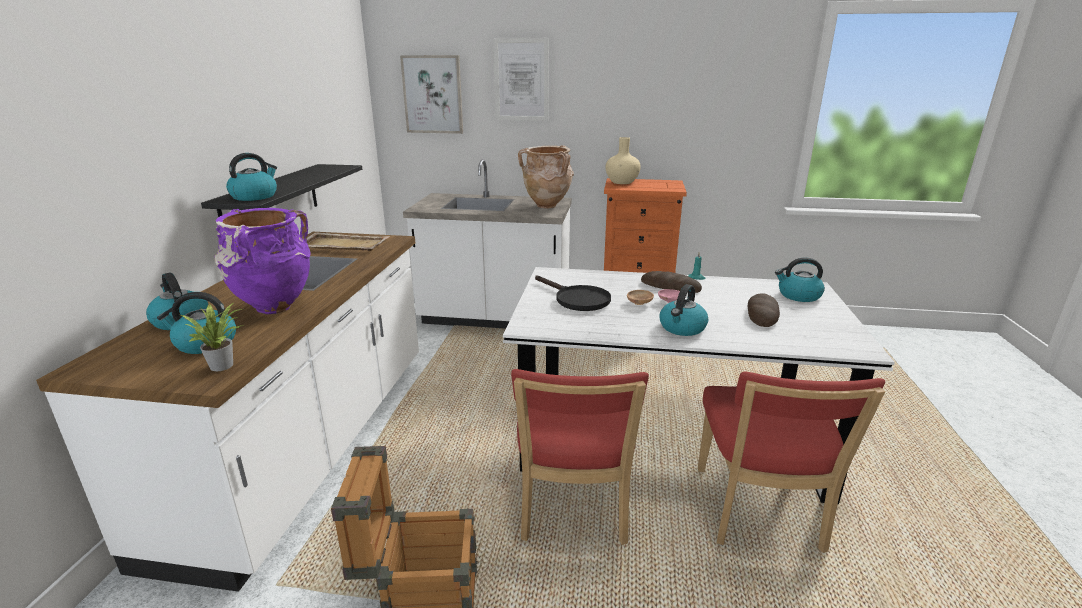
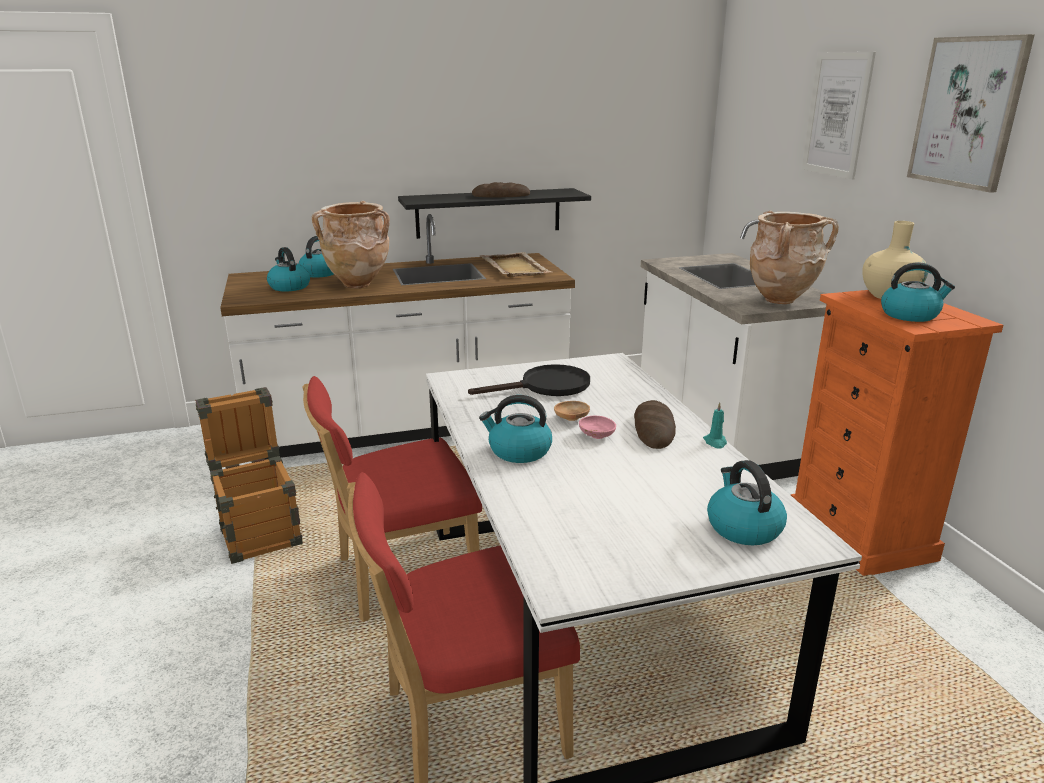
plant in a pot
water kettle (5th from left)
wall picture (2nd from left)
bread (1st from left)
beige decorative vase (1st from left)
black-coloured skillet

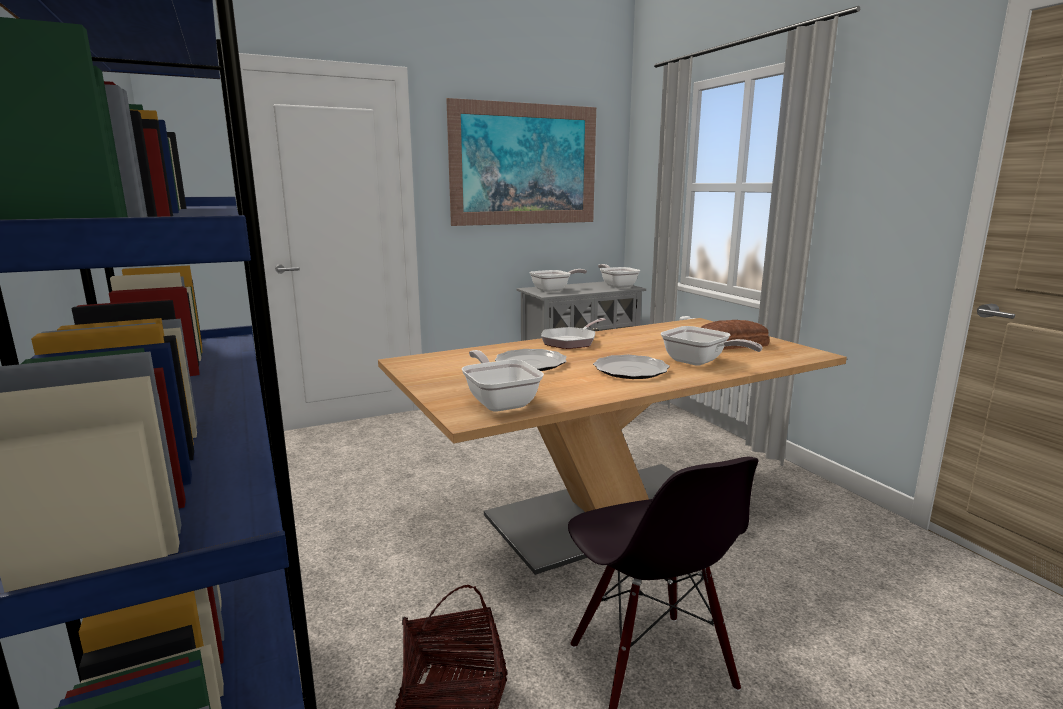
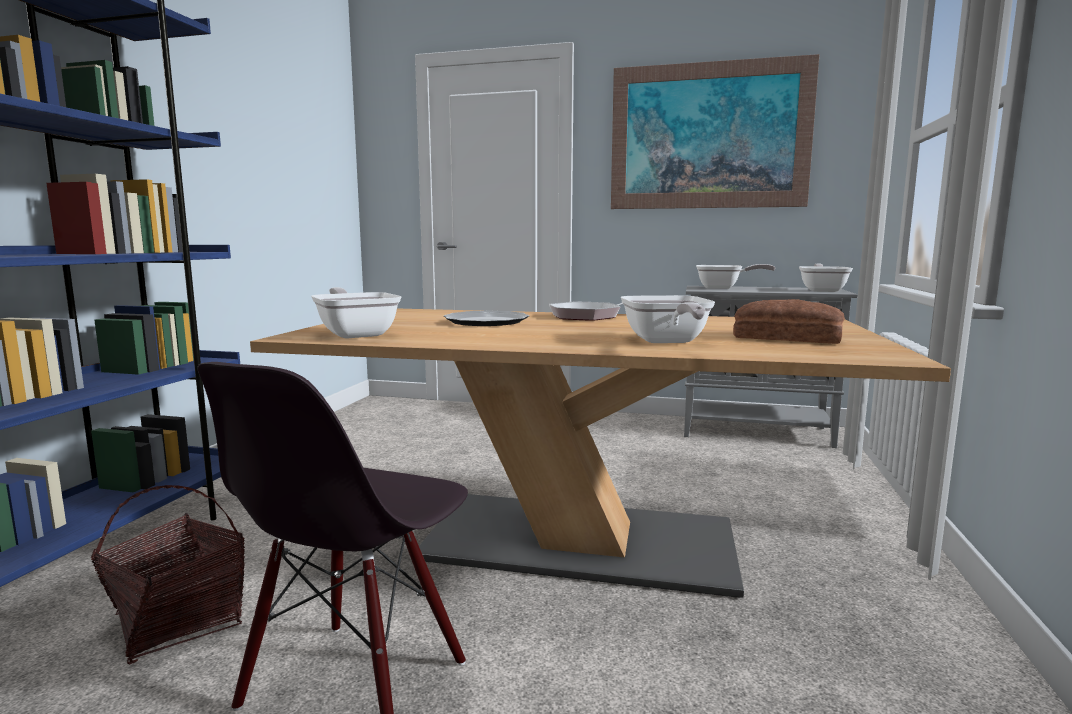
dinner plate (2nd from left in the first image)
skillet (1st from left)

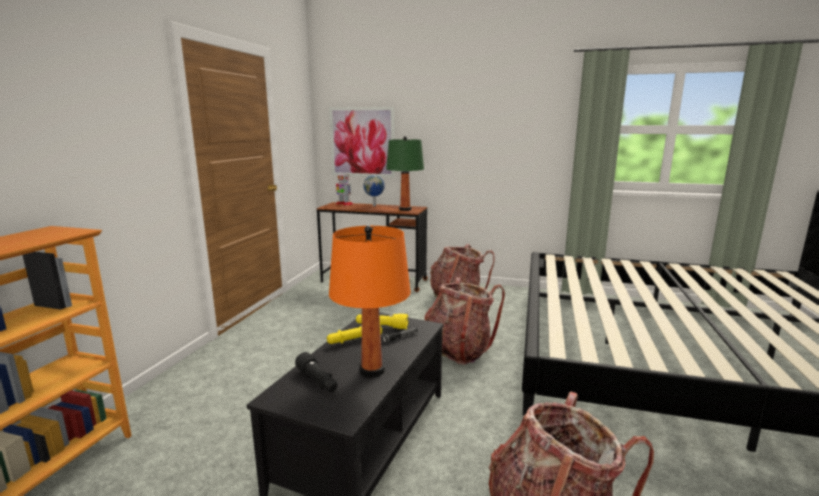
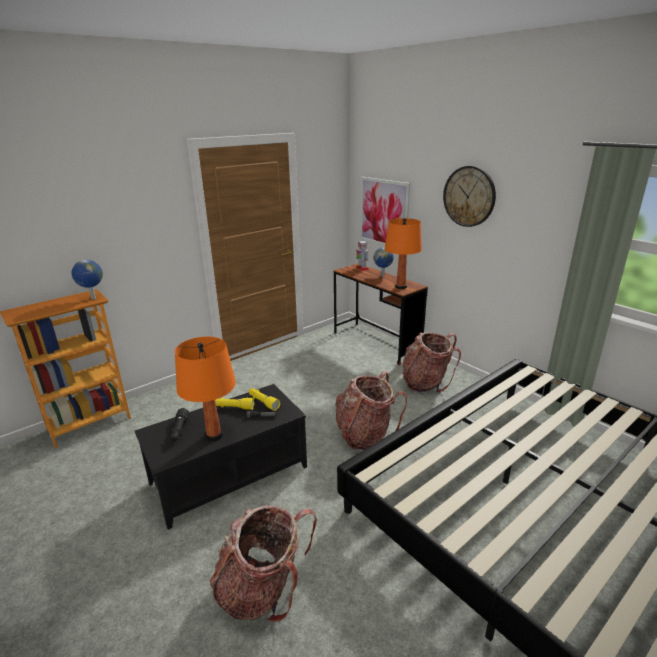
globe (1st from left)
hanging clock
orangey lamp for a table (2nd from left)

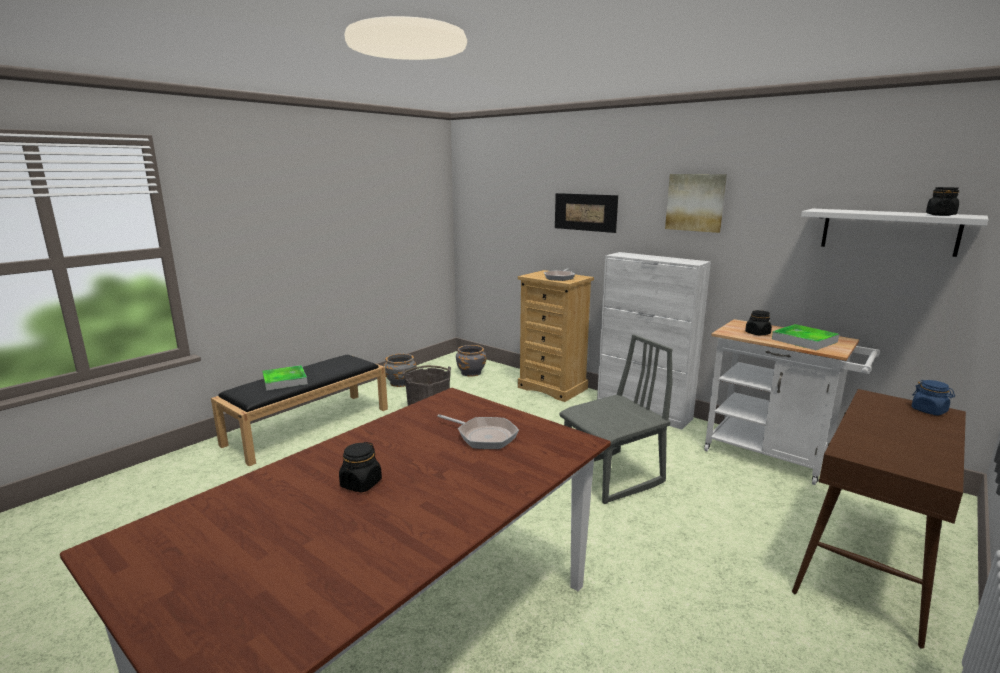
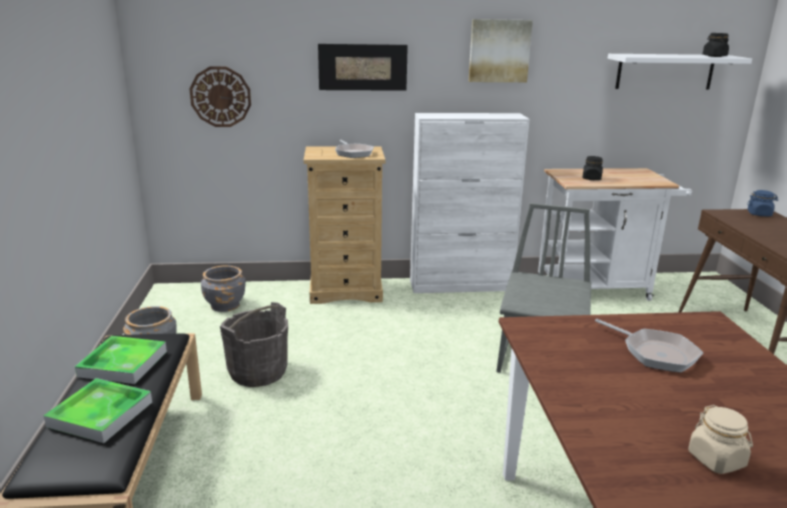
hanging clock
serving tray (2nd from left)
beige storage jar
skillet (2nd from left)

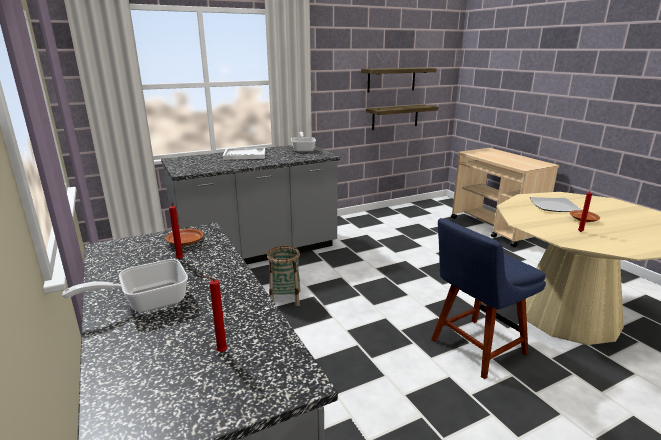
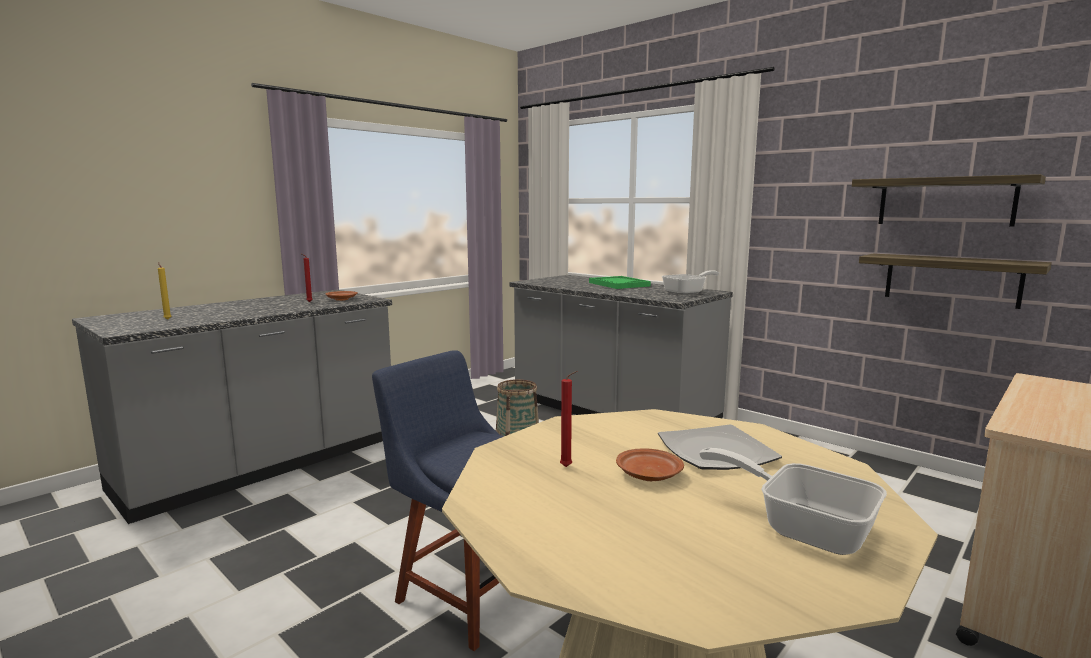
skillet (2nd from left)
yellow wax light
green serving tray

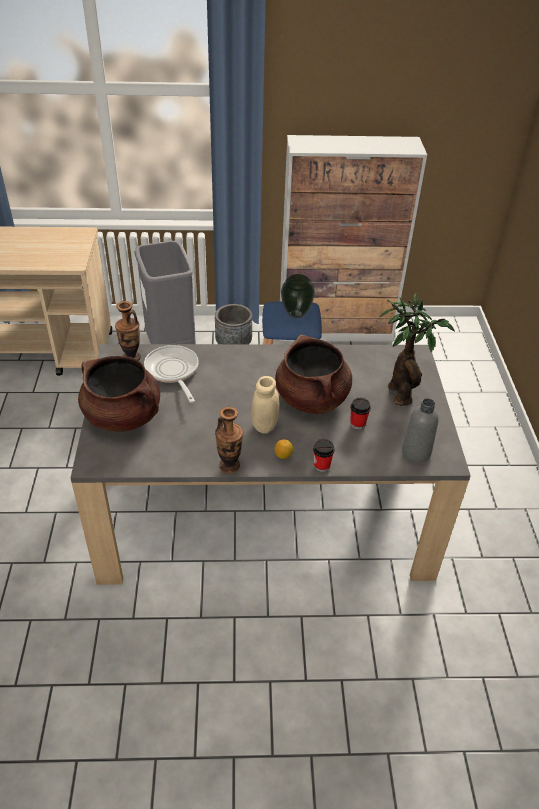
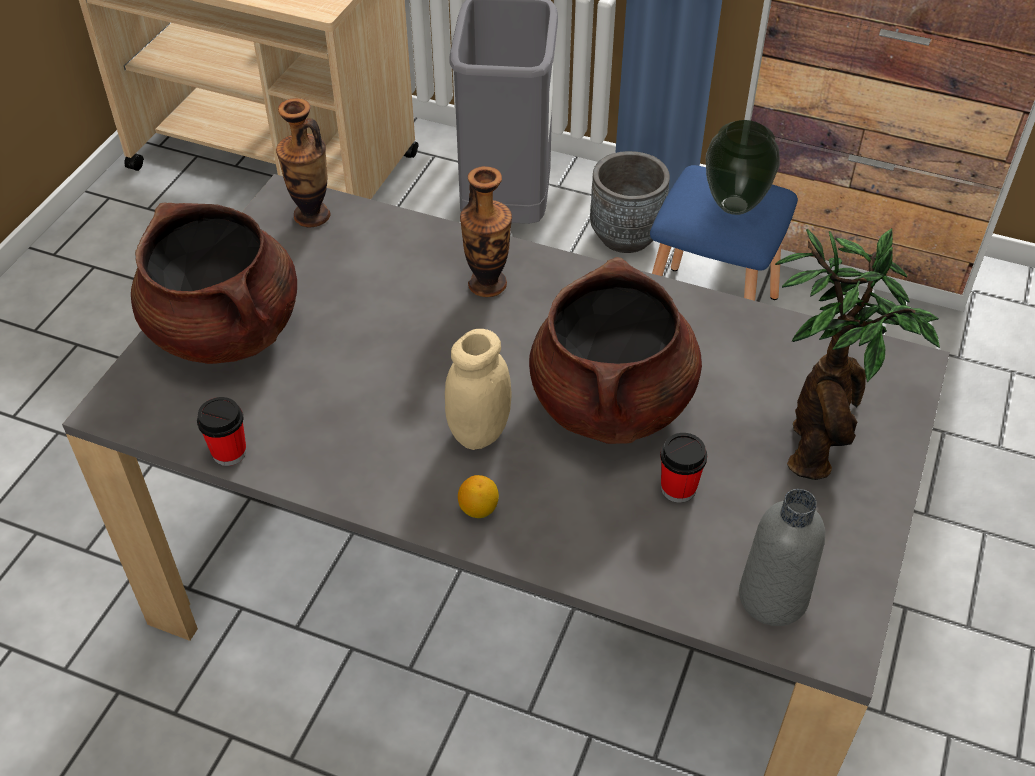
skillet
decorative vase (2nd from left)
small cup (1st from left)

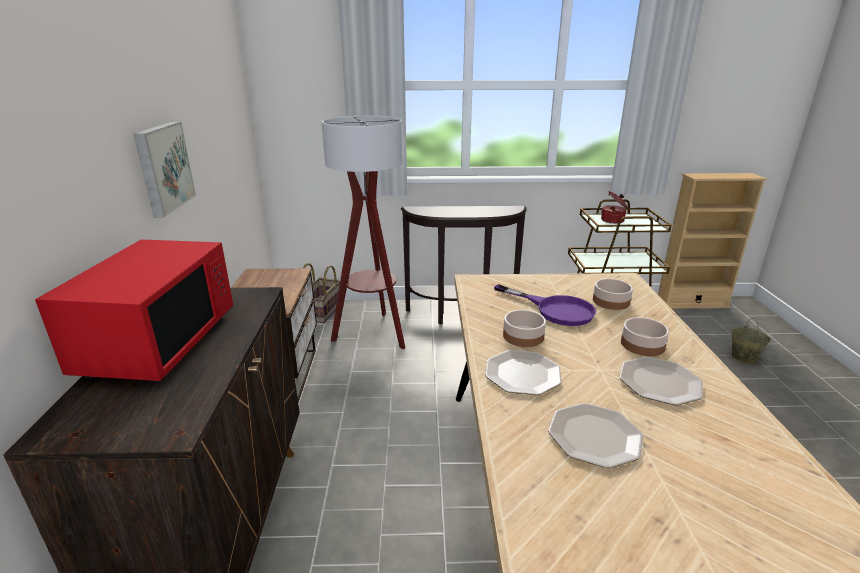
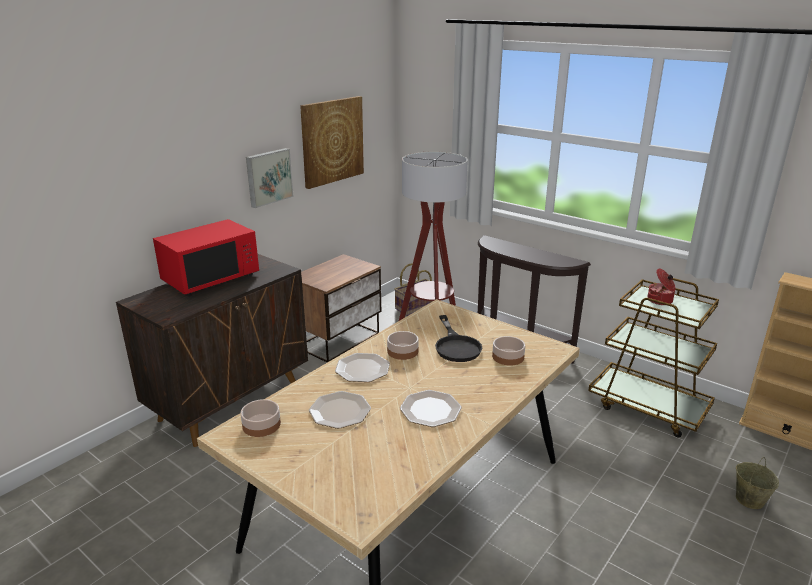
wall picture (2nd from left)
bowl (1st from left)
black-coloured skillet

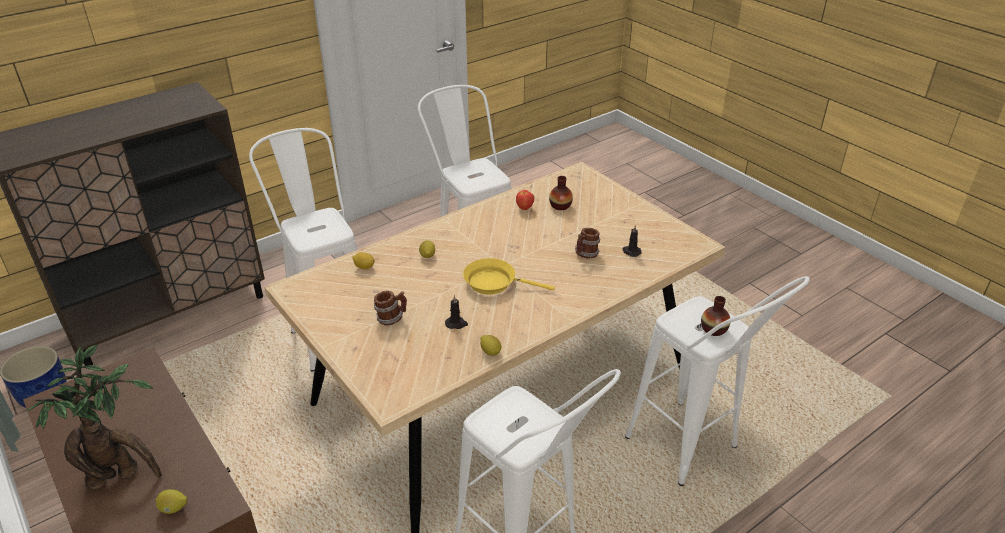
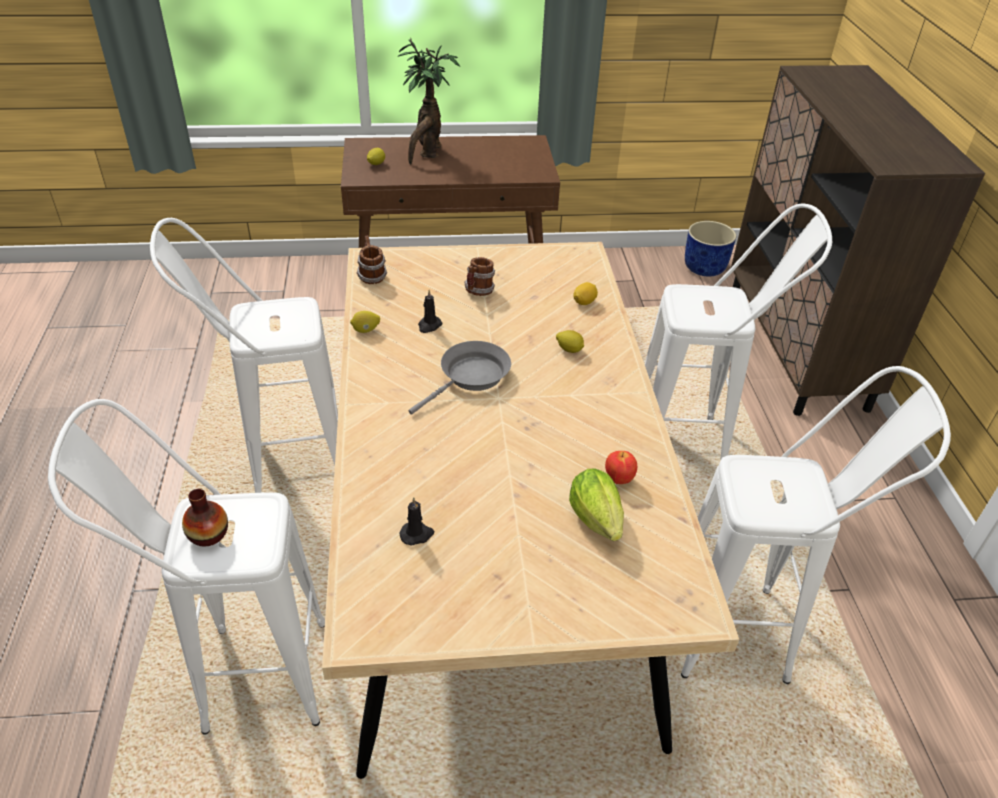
mug (1st from left)
head of lettuce
grey skillet

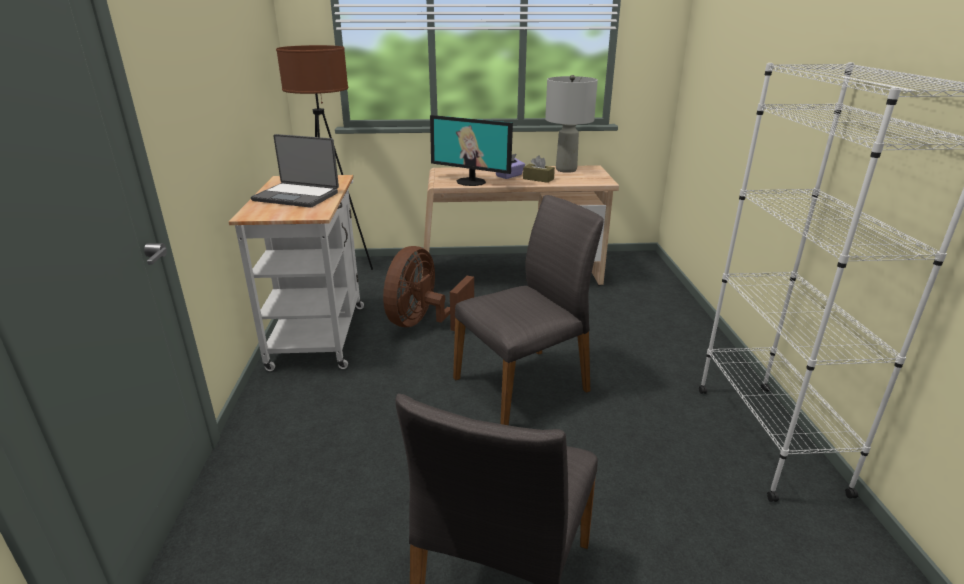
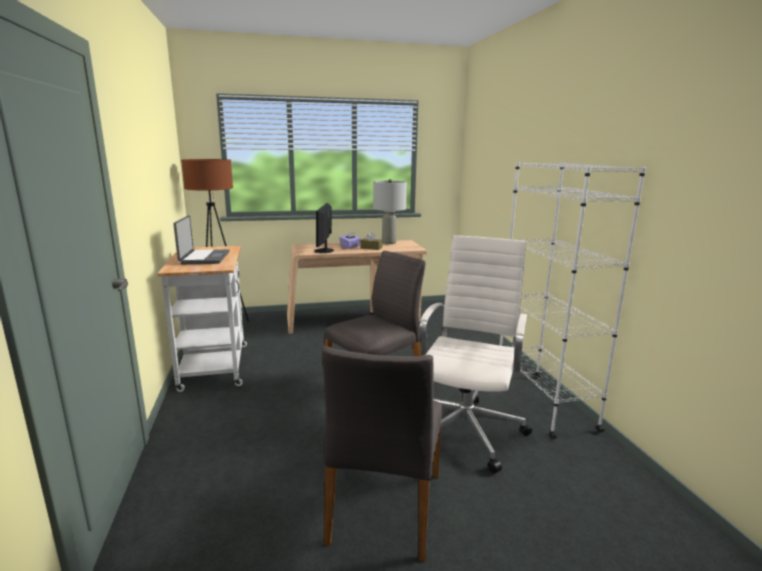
brownish electric fan
whitish desk chair
notebook computer
computer display

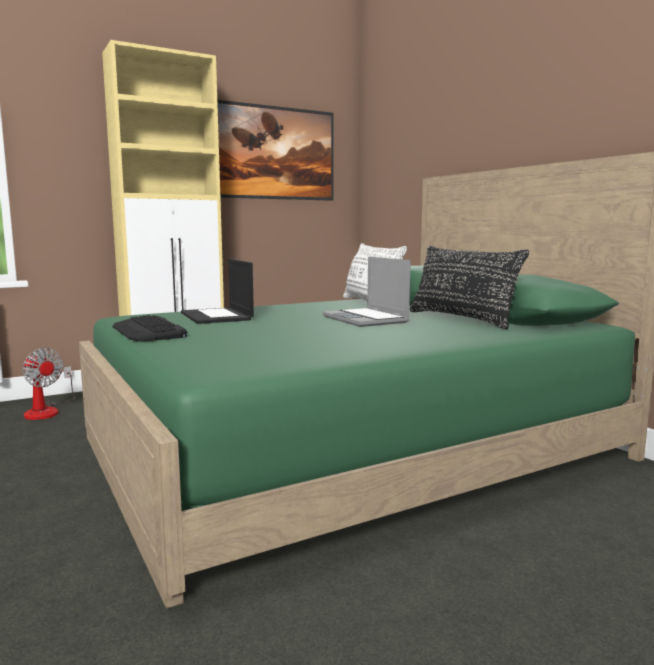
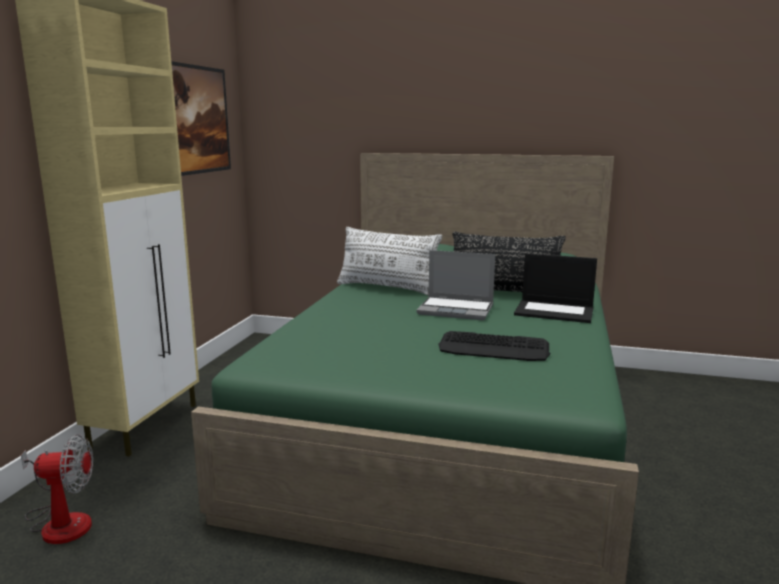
computer keyboard
notebook computer (2nd from left)

